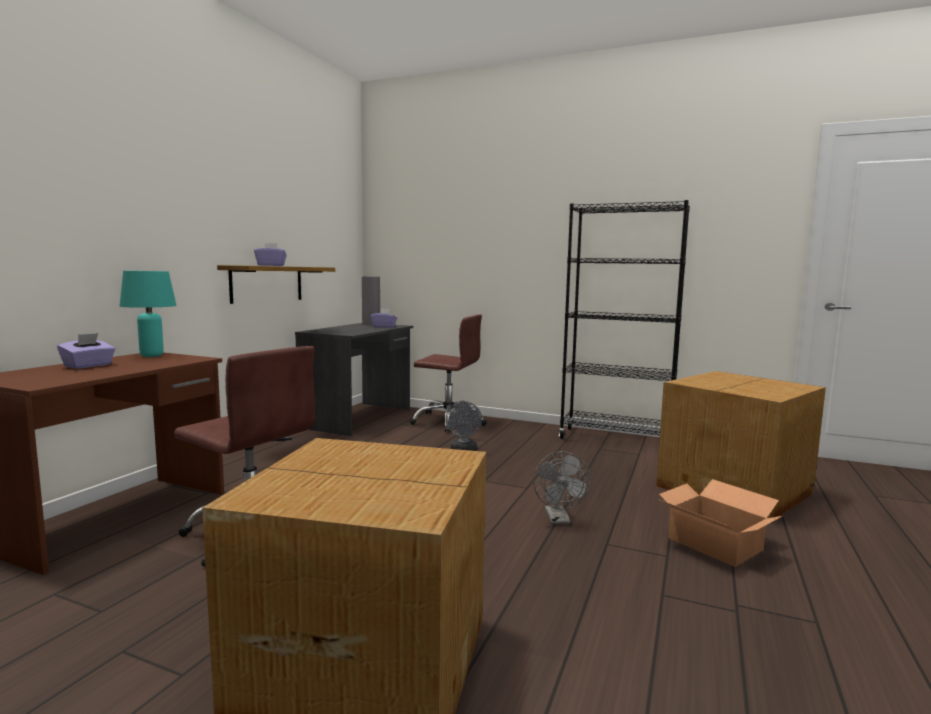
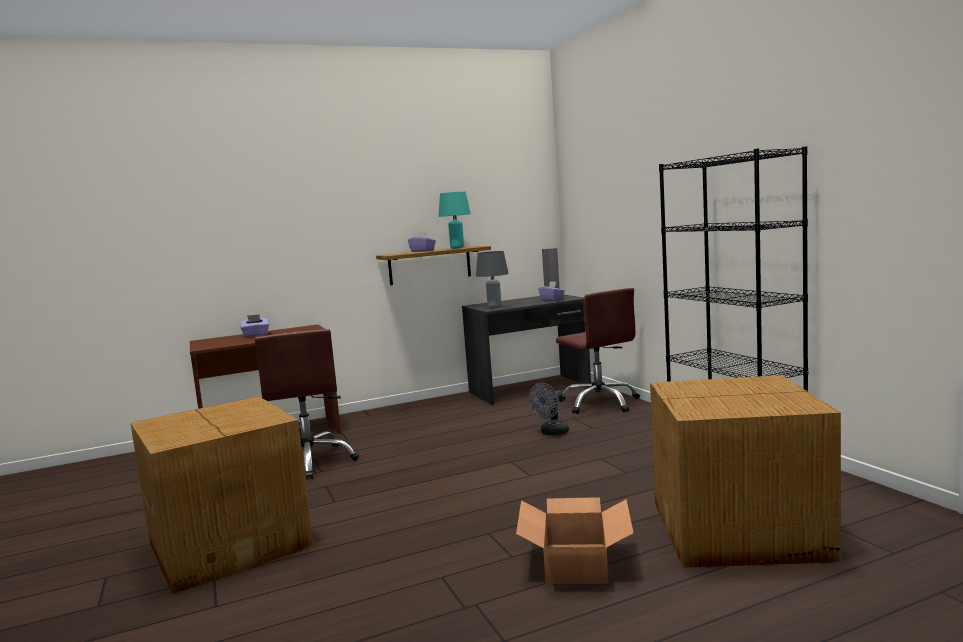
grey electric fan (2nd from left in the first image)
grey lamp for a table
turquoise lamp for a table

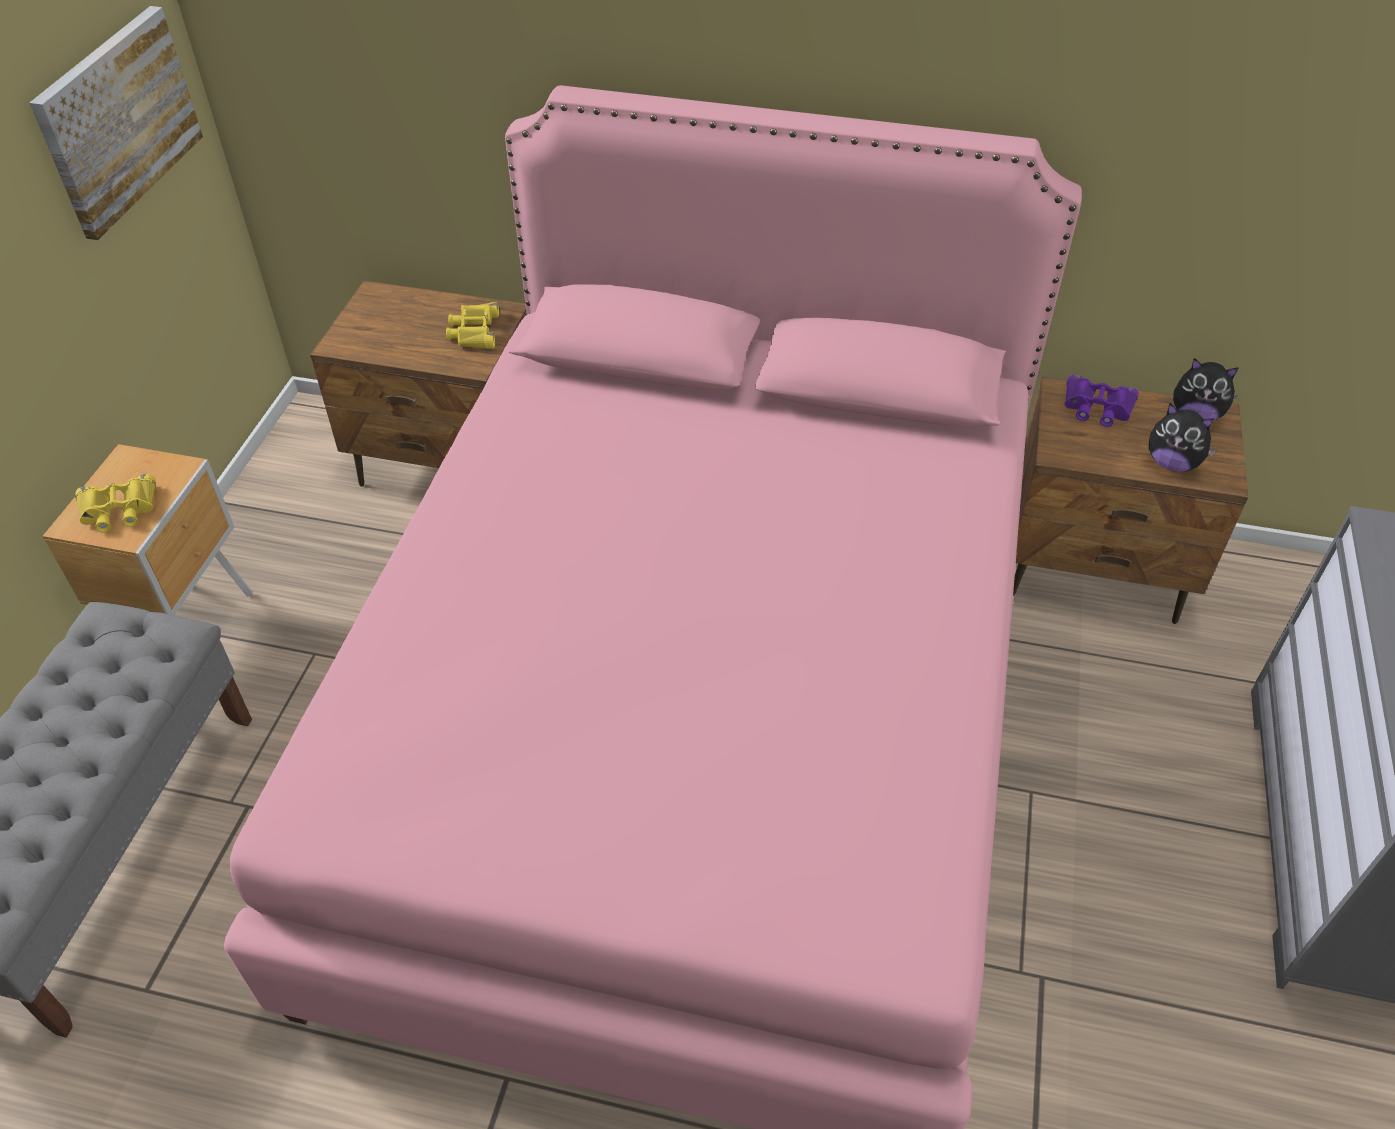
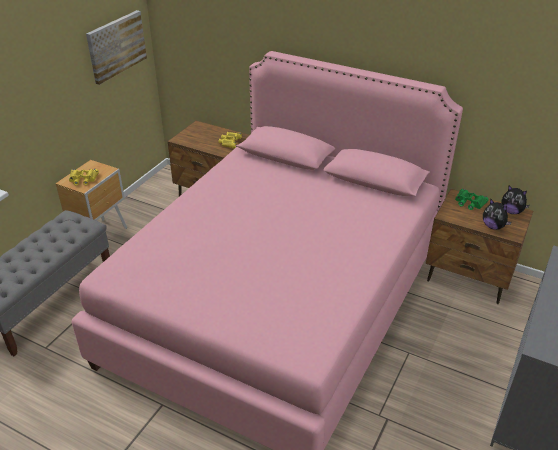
green field glasses

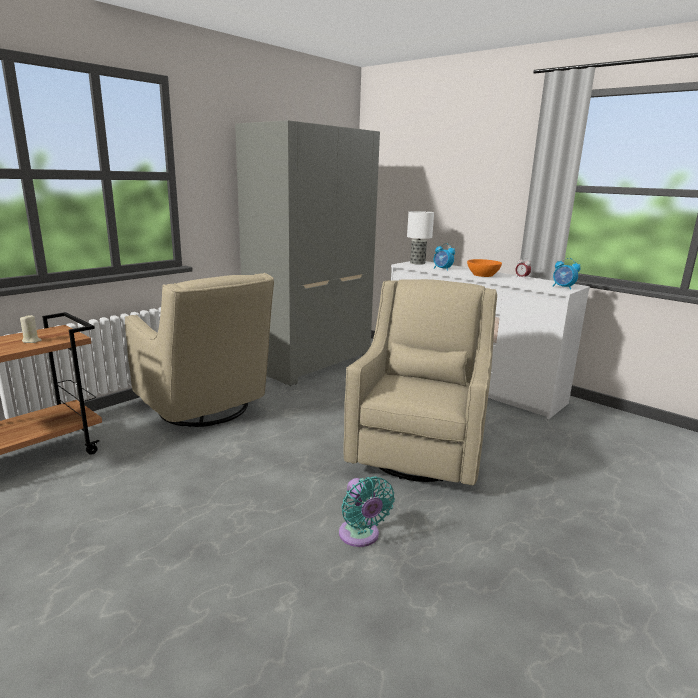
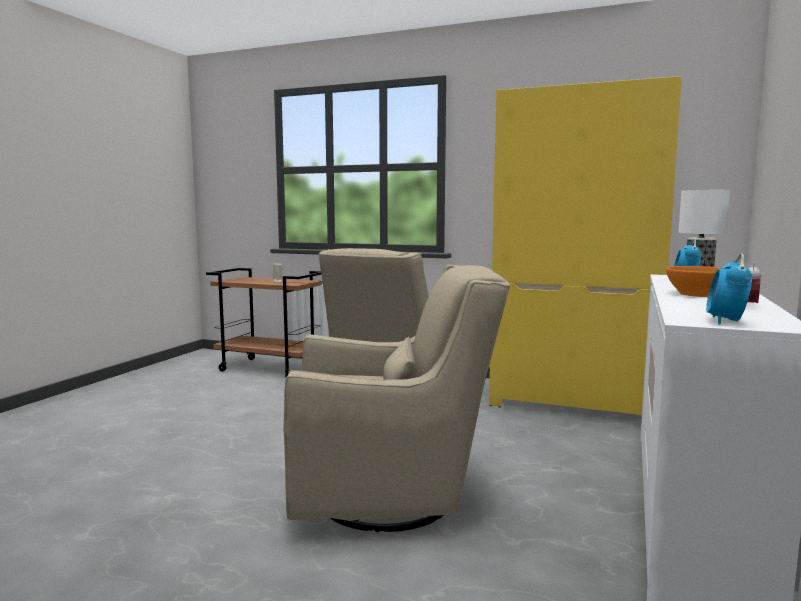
turquoise electric fan
yellow armoire

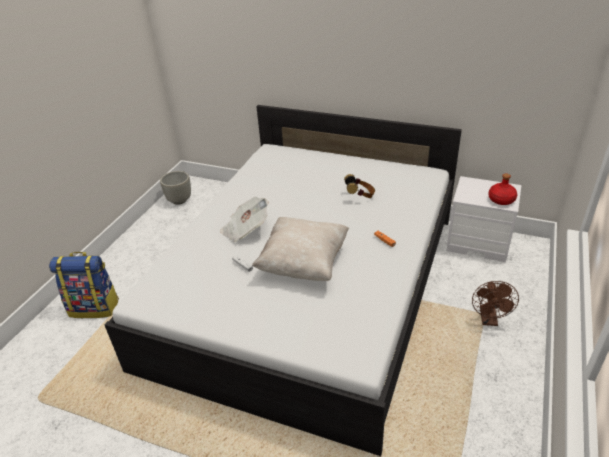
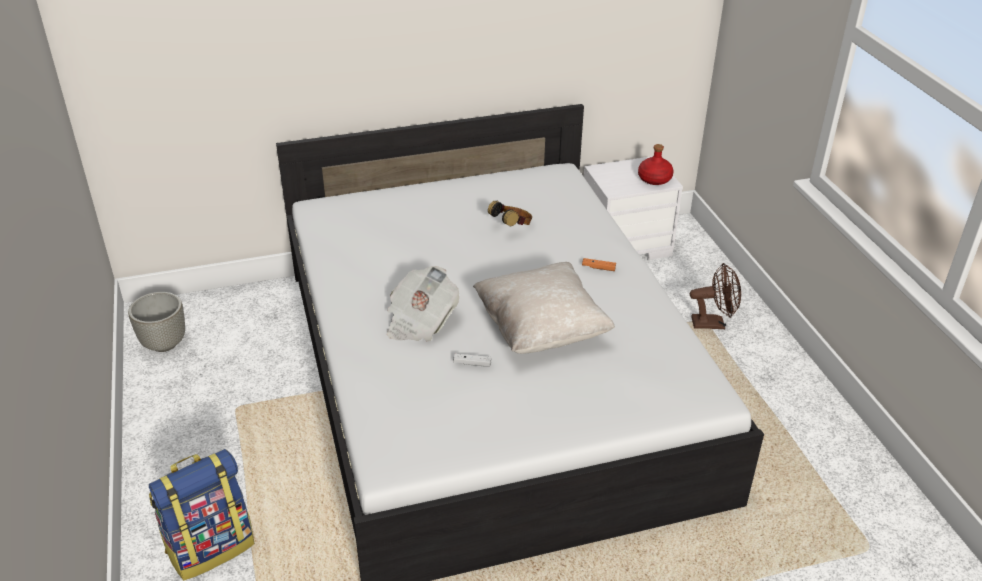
brownish electric fan

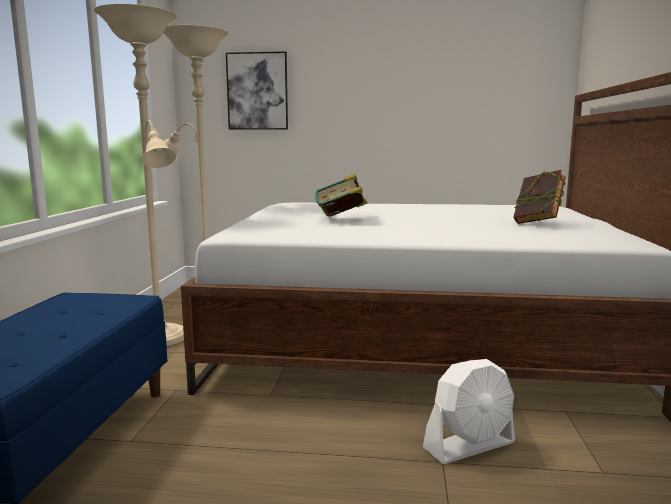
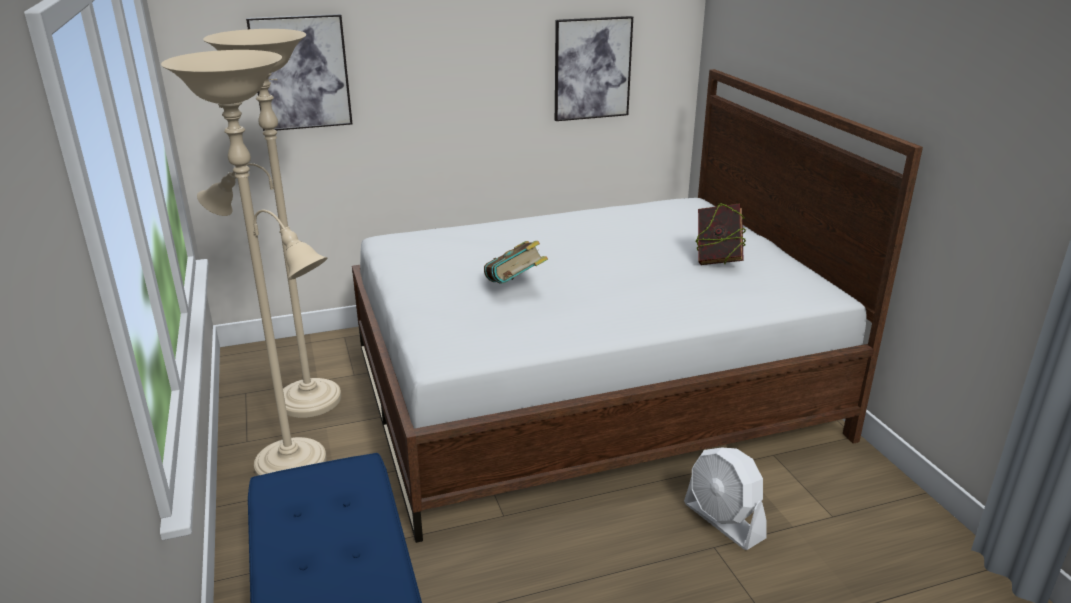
wall picture (2nd from left)
whitish electric fan

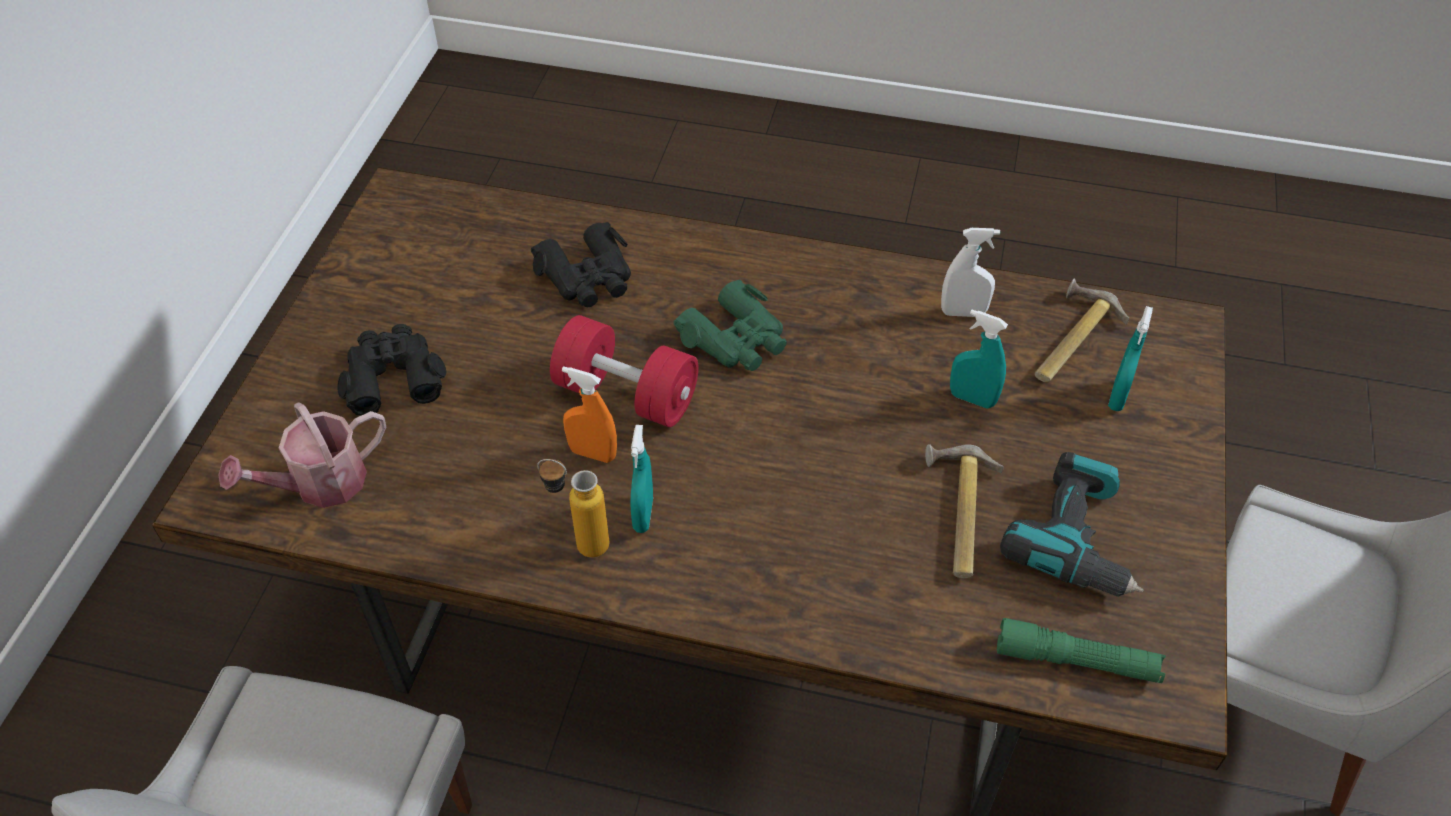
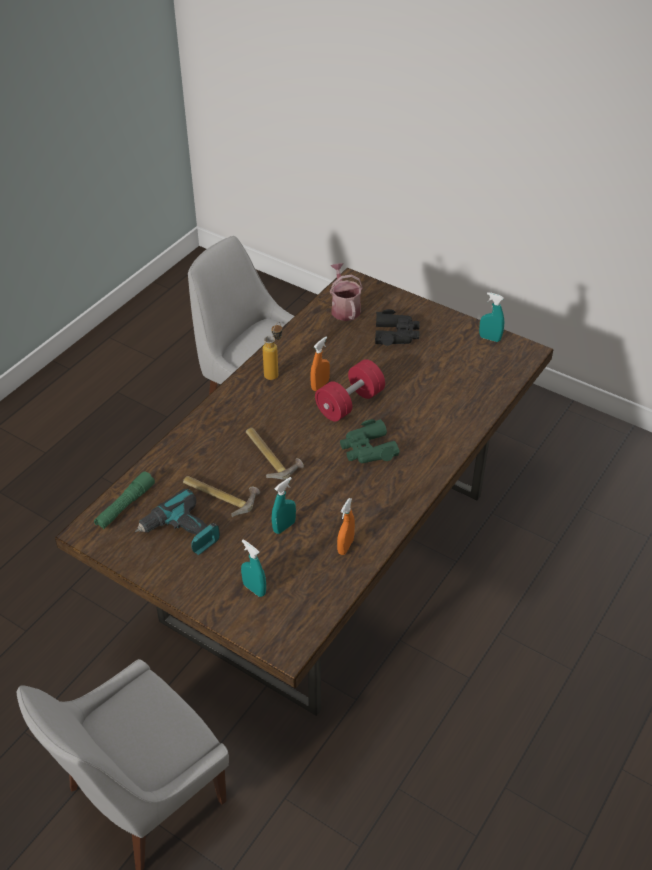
black-coloured field glasses (2nd from left in the first image)
turquoise sprayer (3rd from left)
tool hammer (2nd from left)
orangey sprayer (2nd from left)

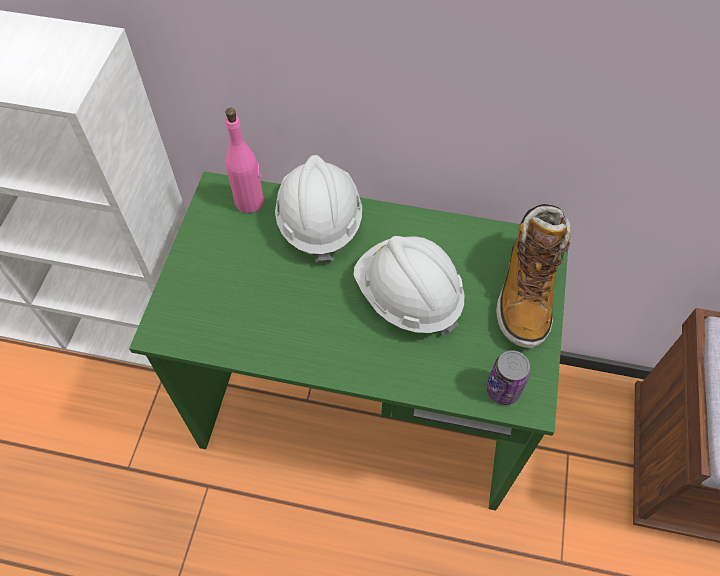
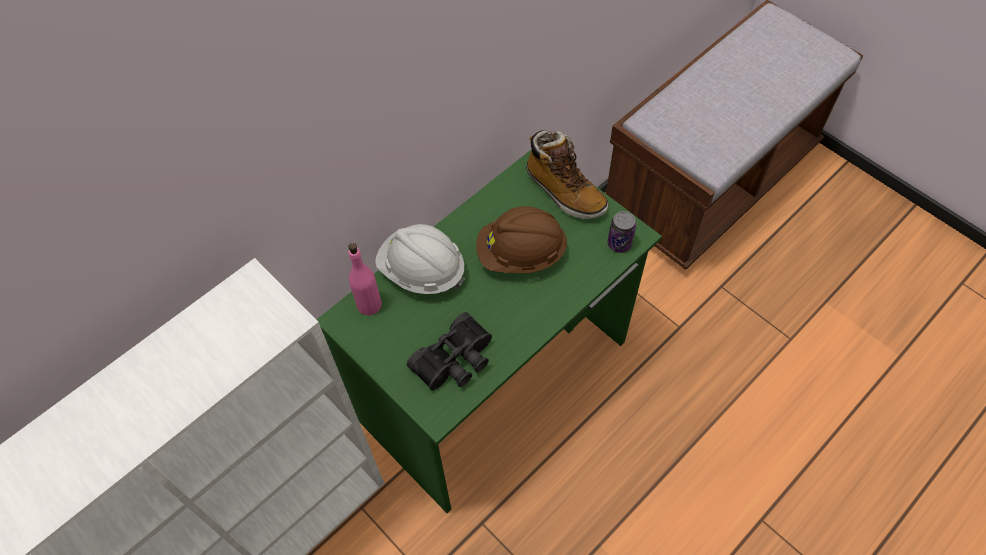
black-coloured field glasses
brownish safety helmet

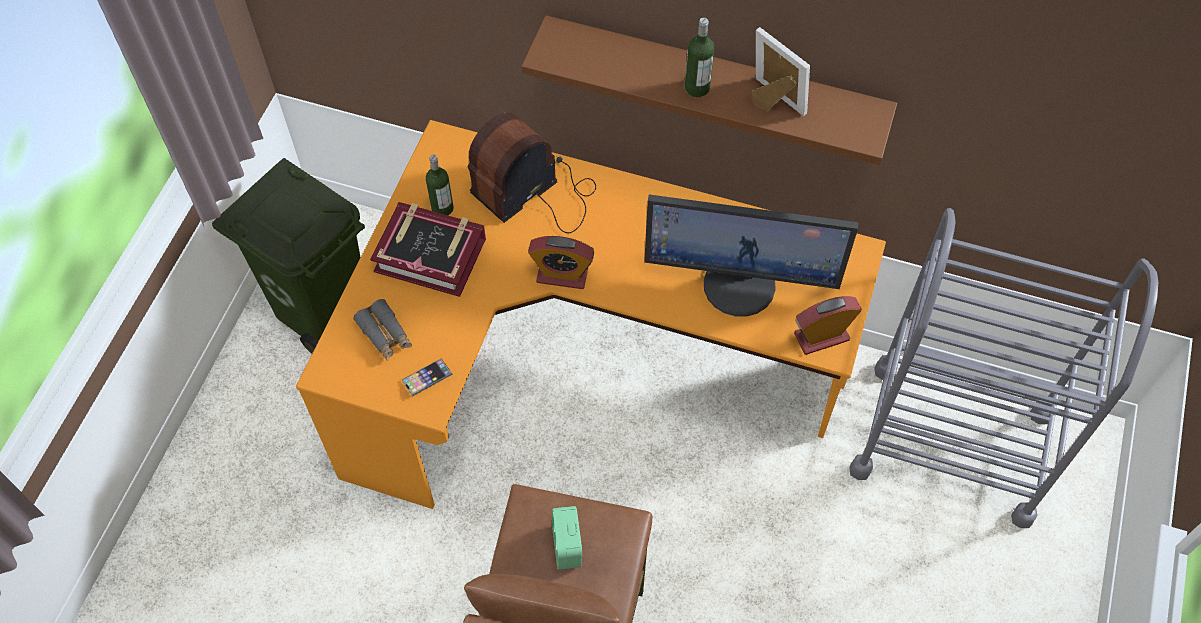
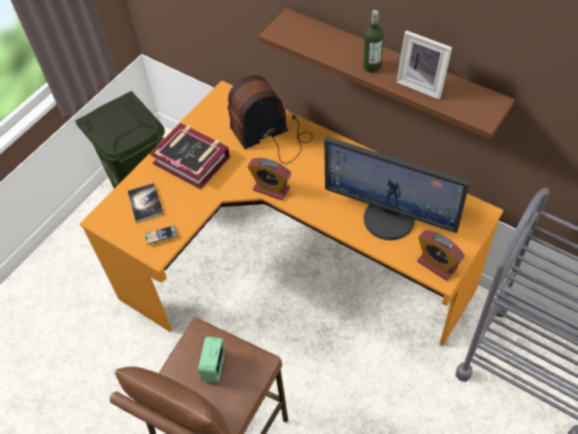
bottle (1st from left in the first image)
book (1st from left)
photo frame
bedside clock (3rd from left)

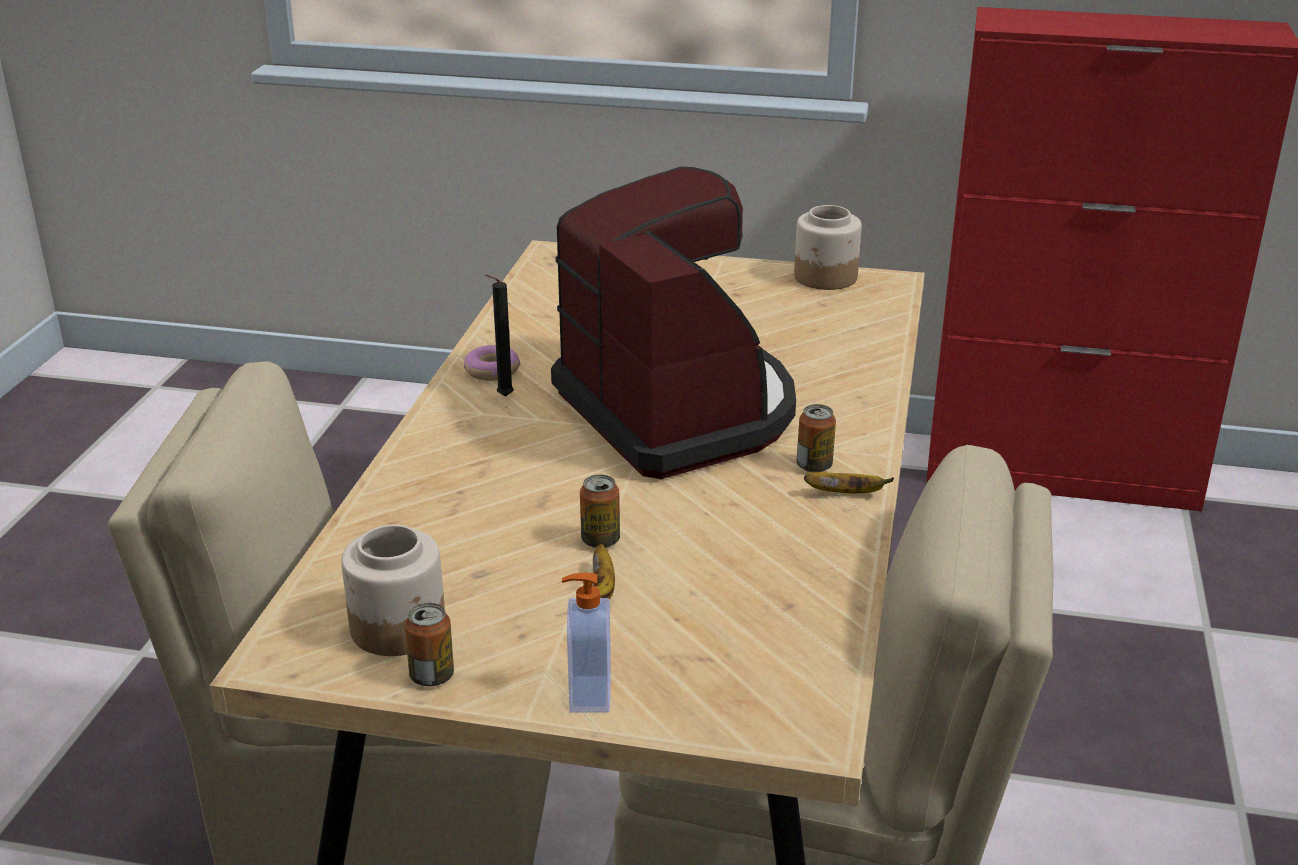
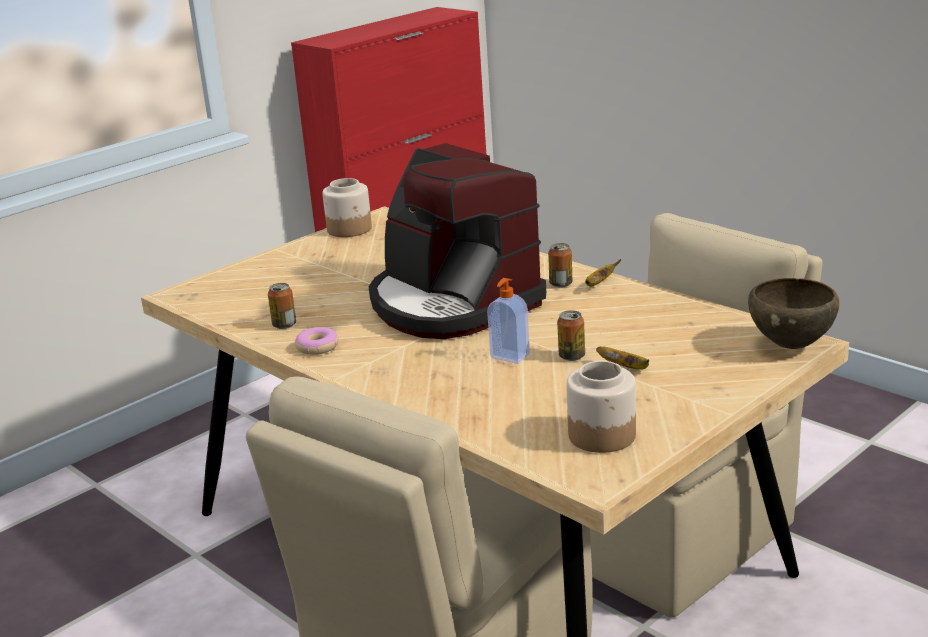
black-coloured wax light
brownish bowl
metal can (1st from left)
soap bottle
coffee brewer

